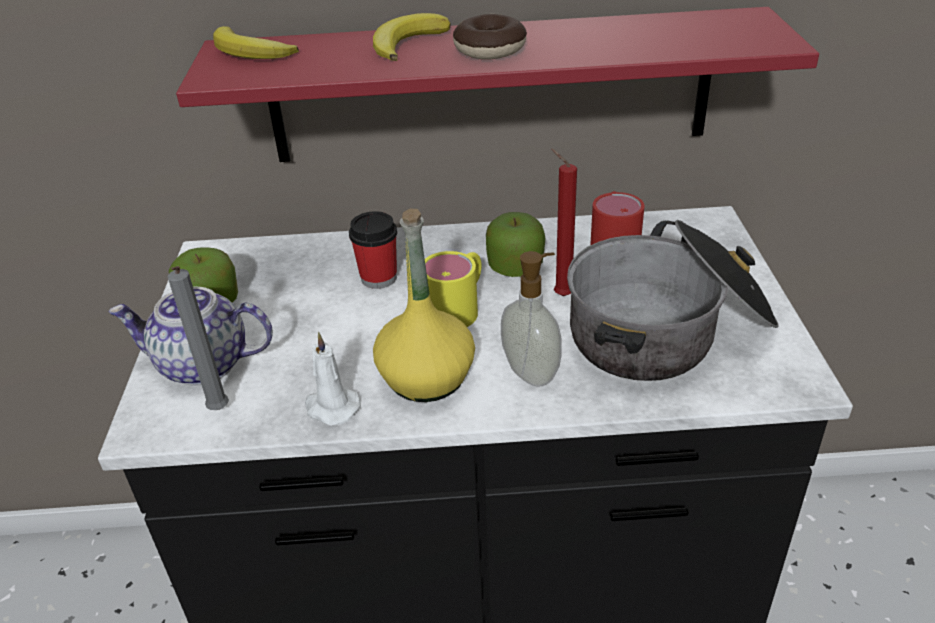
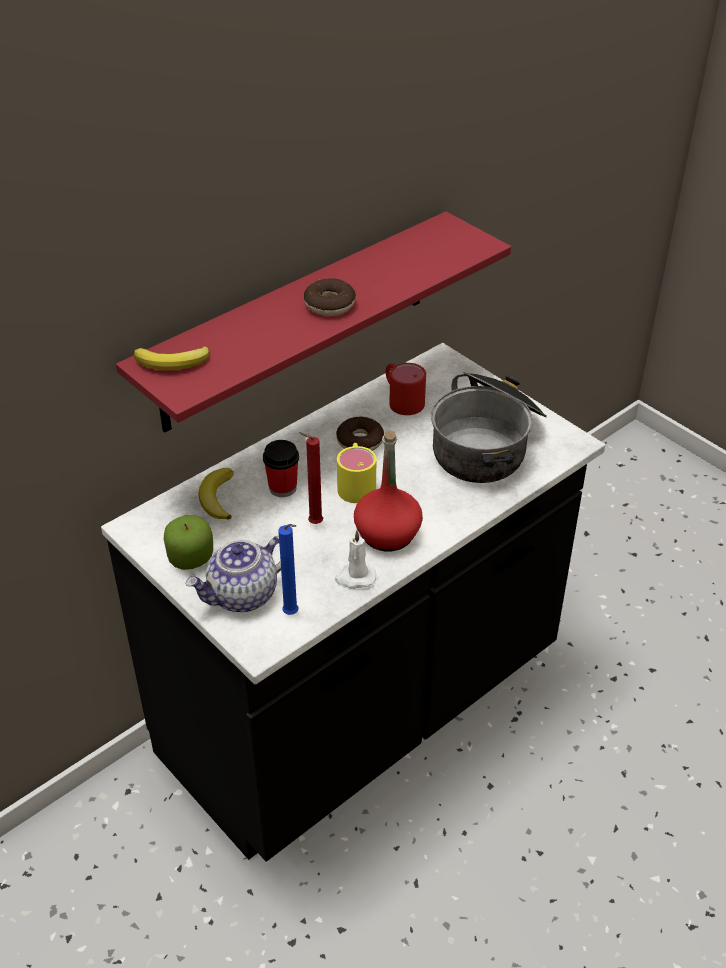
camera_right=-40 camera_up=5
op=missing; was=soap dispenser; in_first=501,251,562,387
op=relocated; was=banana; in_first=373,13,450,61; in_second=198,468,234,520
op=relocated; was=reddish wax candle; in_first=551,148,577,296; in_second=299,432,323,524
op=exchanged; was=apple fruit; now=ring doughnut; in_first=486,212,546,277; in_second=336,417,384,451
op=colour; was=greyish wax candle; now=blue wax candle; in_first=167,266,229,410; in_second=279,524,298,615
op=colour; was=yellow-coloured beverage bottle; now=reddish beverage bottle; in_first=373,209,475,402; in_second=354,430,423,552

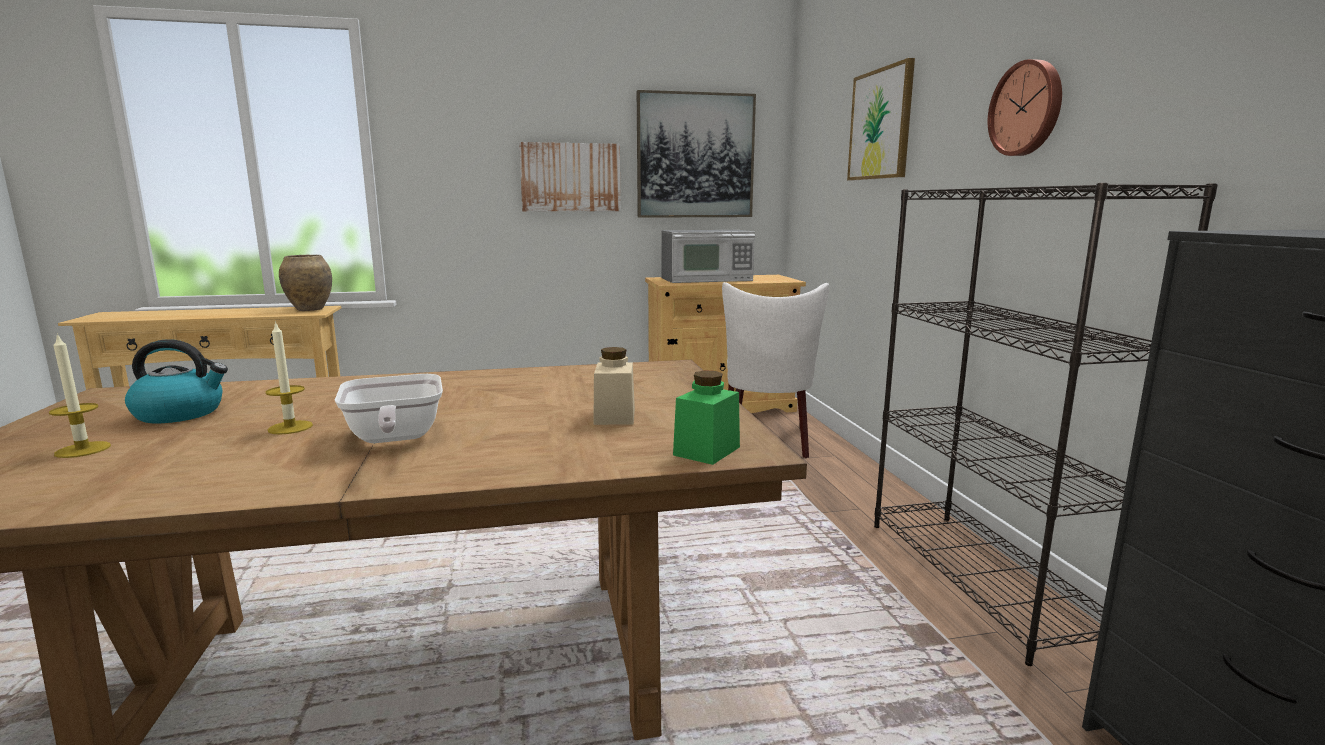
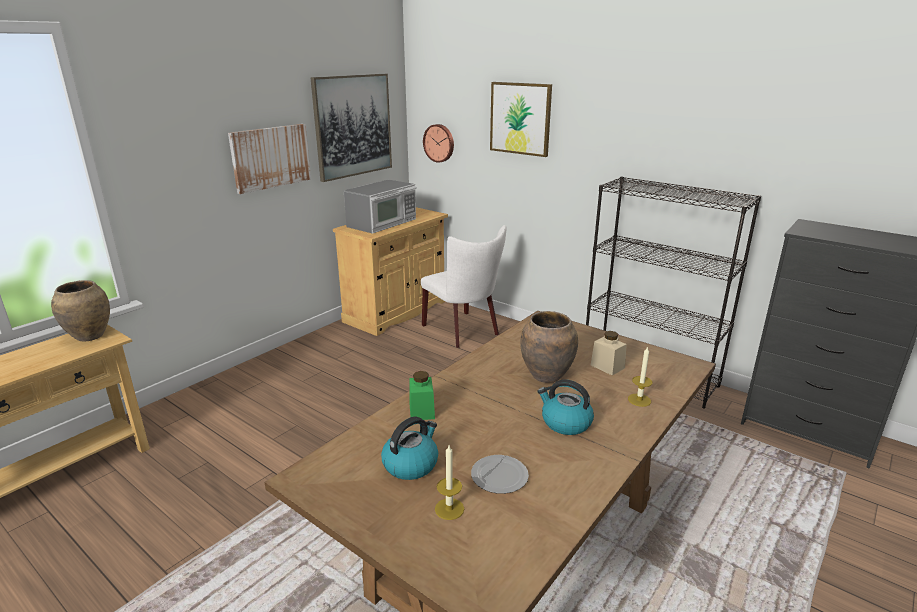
camera_right=-40 camera_up=10
op=appeared; now=dinner plate; in_second=471,455,529,494
op=appeared; now=brownish decorative vase; in_second=520,311,578,383
op=relocated; was=wax candle; in_first=265,321,313,435; in_second=628,346,652,407
op=relocated; was=green jar; in_first=673,370,740,465; in_second=409,371,435,420
op=relocated; was=hanging clock; in_first=988,59,1062,156; in_second=423,124,454,163
op=exchanged; was=frying pan; now=water kettle; in_first=335,374,443,443; in_second=537,380,594,435

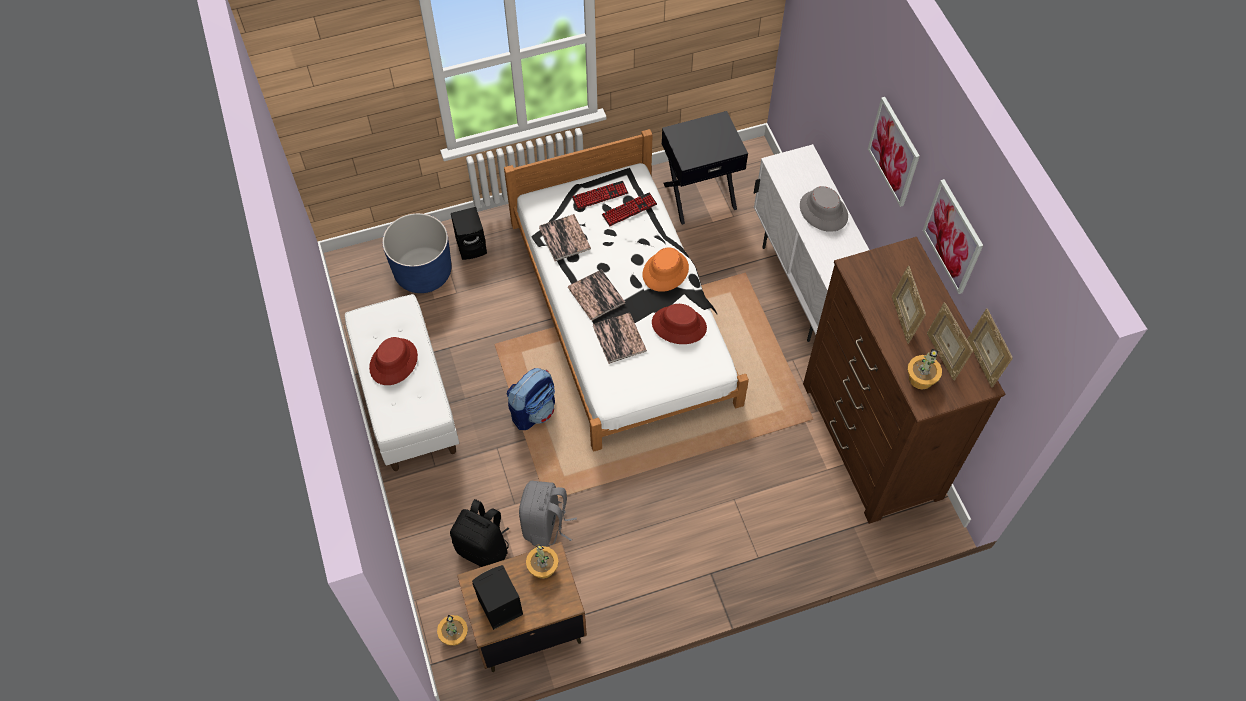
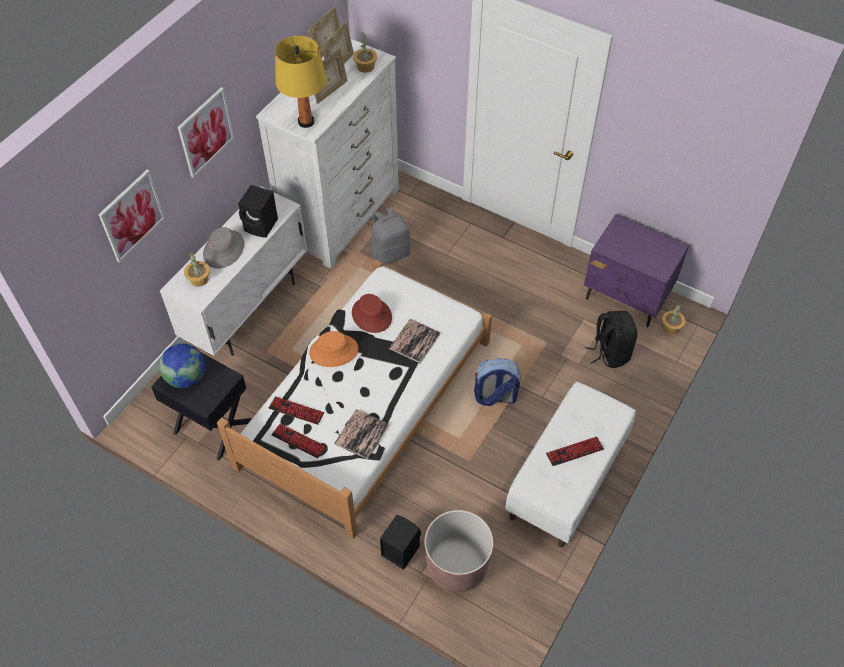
camera_right=-130 camera_up=-5
op=missing; was=book; in_first=568,269,625,321
op=appeared; now=world globe; in_second=159,343,205,388
op=appeared; now=yellow-coloured table lamp; in_second=275,36,326,128
op=relocated; was=blackish loudspeaker; in_first=472,565,523,630; in_second=238,185,278,238
op=relocated; was=greyish knapsack; in_first=519,481,577,547; in_second=371,206,410,266
op=relocated; was=potted plant; in_first=526,544,559,579; in_second=184,252,210,287
op=relocated; was=wall art; in_first=923,179,983,294; in_second=98,170,165,263
op=exchanged; was=reddish hat; now=computer keyboard; in_first=369,337,418,385; in_second=546,437,604,466
op=colour; was=blue plant pot; now=brownish plant pot; in_first=382,213,451,293; in_second=425,510,493,592
op=colour; was=brownish nightstand; now=purple-coloured nightstand; in_first=457,542,587,672; in_second=584,214,689,328
op=colour; was=brownish dresser; now=white dresser; in_first=803,237,1005,524; in_second=256,39,399,269

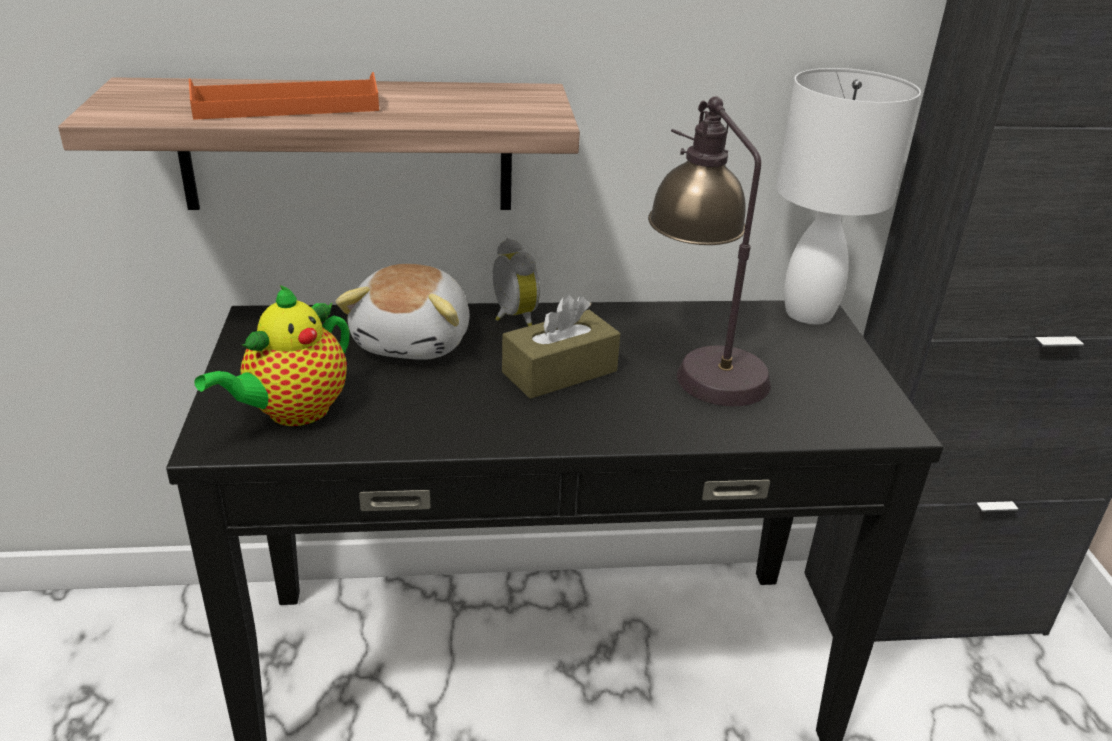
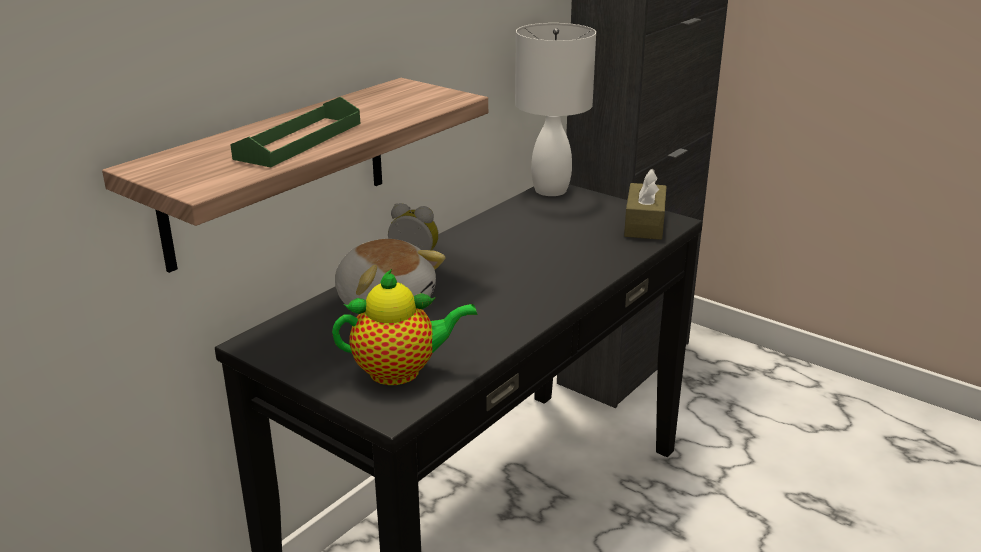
camera_right=-45 camera_up=-5
op=missing; was=table lamp; in_first=648,96,771,406
op=relocated; was=brownish tissue holder; in_first=502,295,620,399; in_second=624,169,667,240
op=colour; was=orange-coloured tray; now=green tray; in_first=189,72,379,120; in_second=230,97,360,167
op=spun; was=tea pot; in_first=194,285,349,426; in_second=332,269,478,385; clockwise=-90

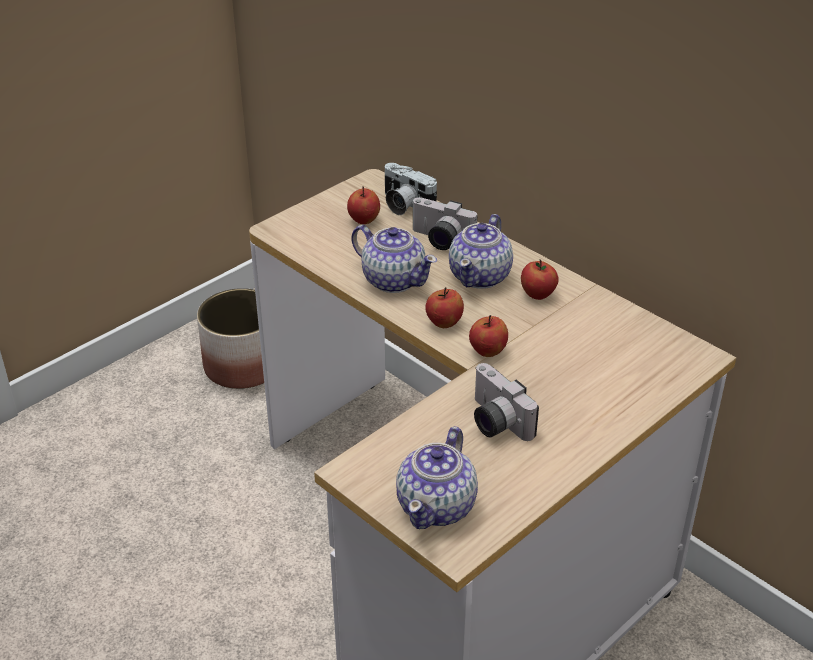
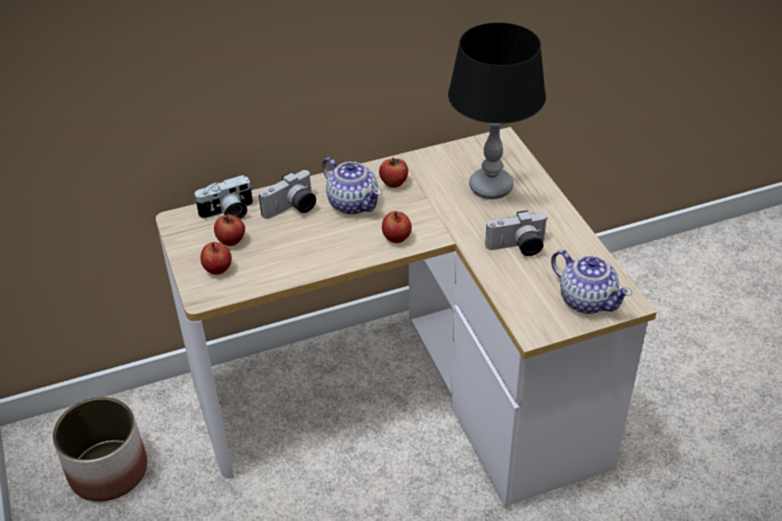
camera_right=-65 camera_up=5
op=missing; was=tea pot; in_first=351,225,437,293
op=appeared; now=blackish table lamp; in_second=448,22,546,199
op=relocated; was=apple fruit; in_first=469,315,508,357; in_second=200,242,232,275

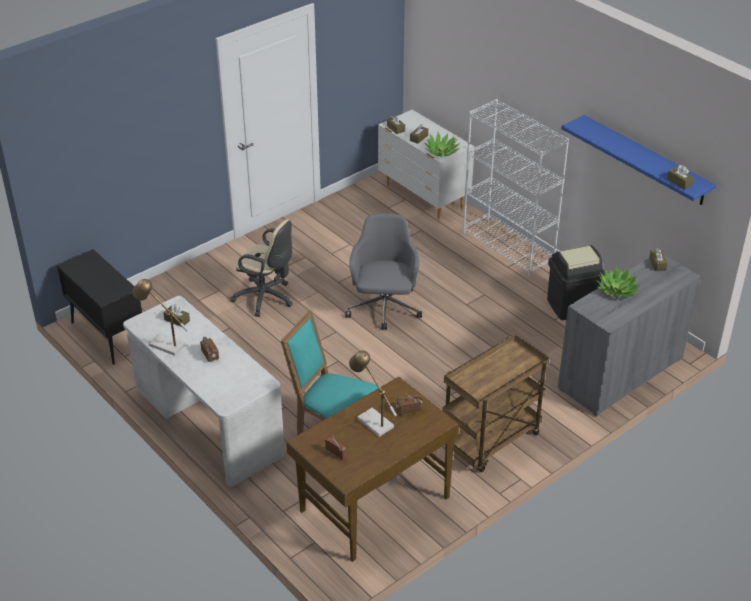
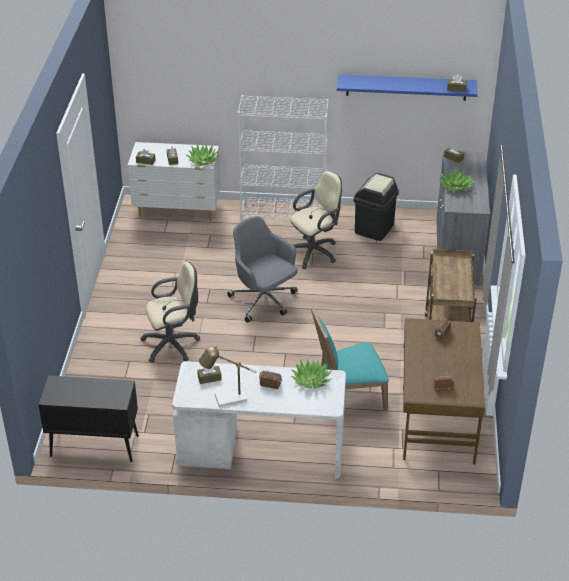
camera_right=-45 camera_up=0
op=missing; was=table lamp; in_first=349,350,397,437
op=appeared; now=sand-coloured office chair; in_second=290,171,342,269
op=appeared; now=potted plant; in_second=291,360,332,388

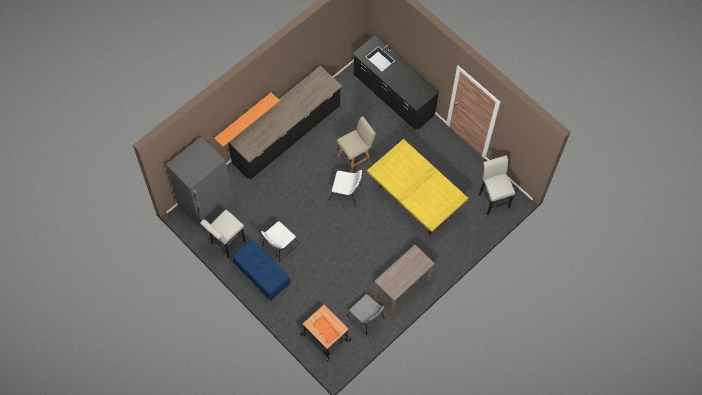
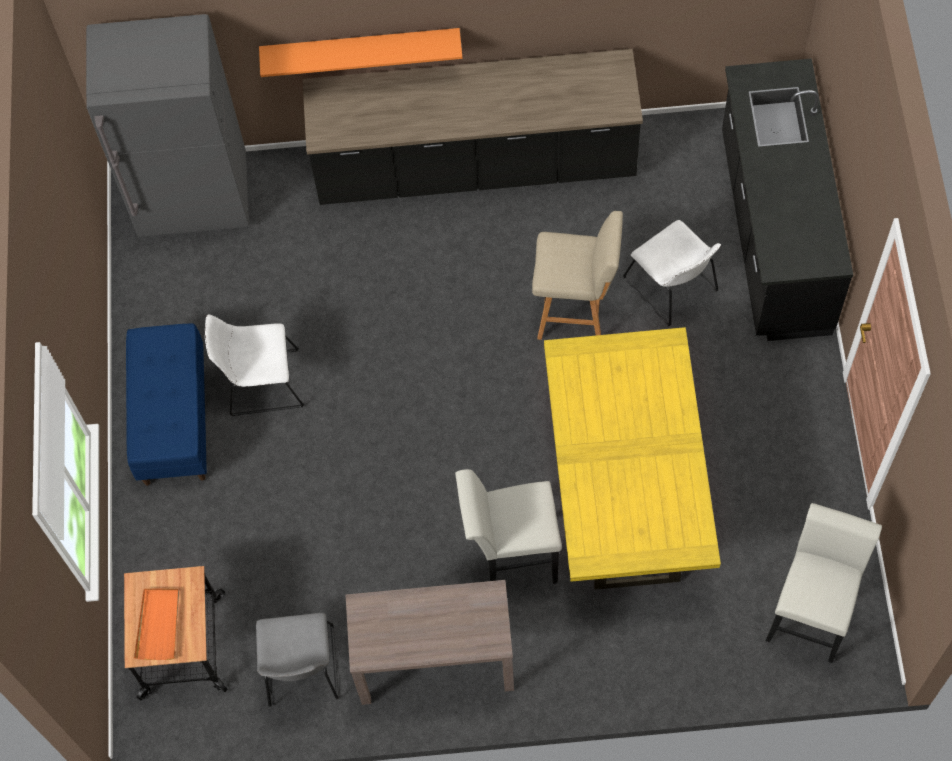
camera_right=45 camera_up=0
op=relocated; was=white stool; in_first=200,210,246,258; in_second=455,469,562,584
op=relocated; was=white chair; in_first=329,170,362,206; in_second=623,220,721,326

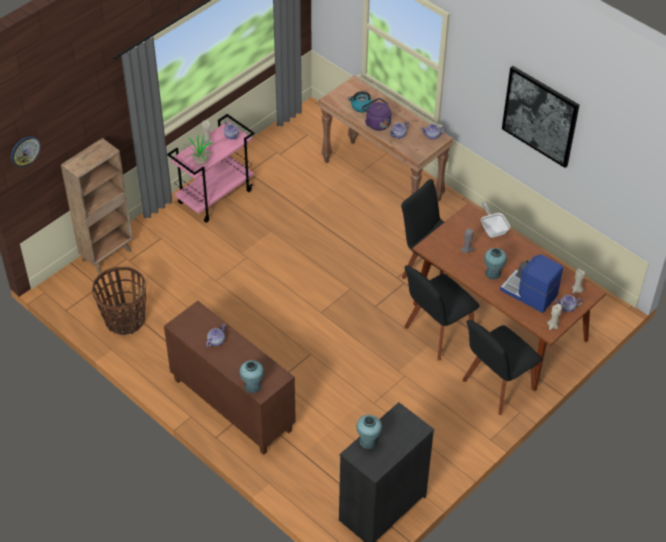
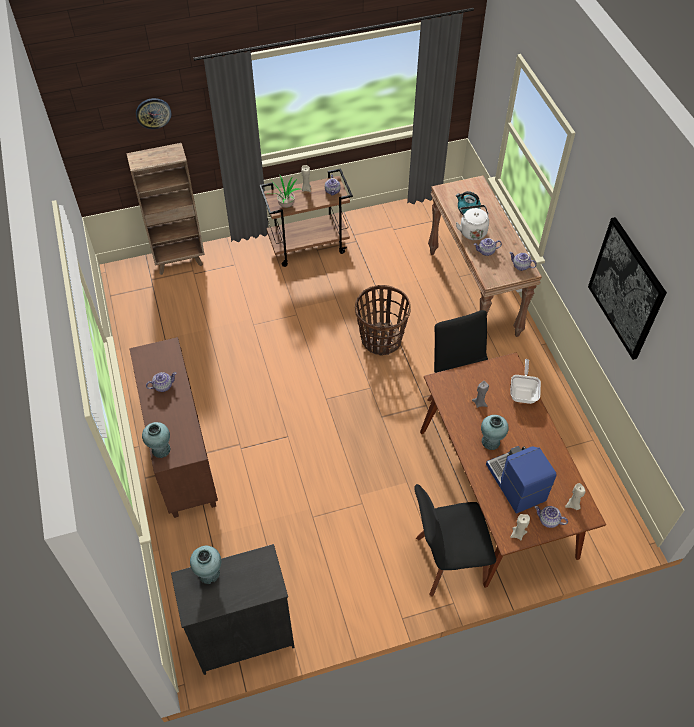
camera_right=30 camera_up=5
op=missing; was=blackish chair; in_first=404,265,479,361
op=relocated; was=hanging clock; in_first=11,136,40,167; in_second=136,98,172,129
op=relocated; was=storage basket; in_first=92,266,146,335; in_second=355,285,411,356
op=colour; was=pink-coloured trolley; now=brownish trolley; in_first=167,114,255,223; in_second=259,168,353,267
op=colour; was=purple-coloured water kettle; now=white water kettle; in_first=362,98,391,131; in_second=456,205,489,240

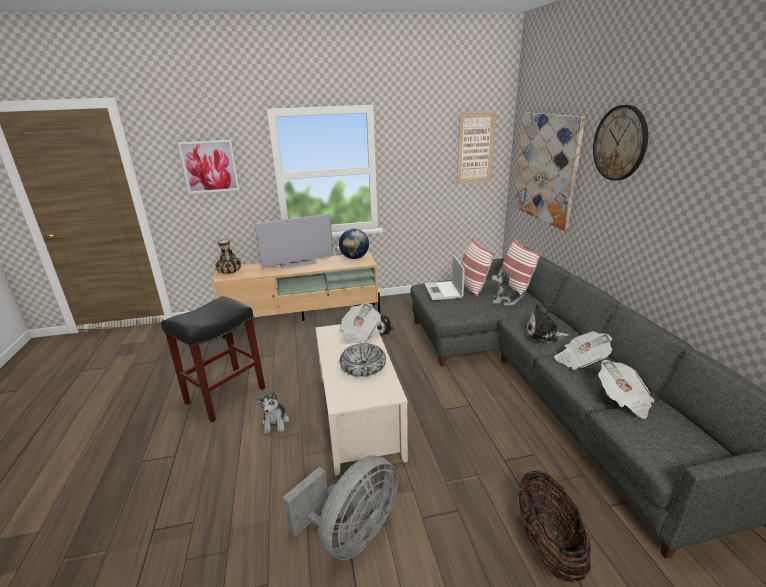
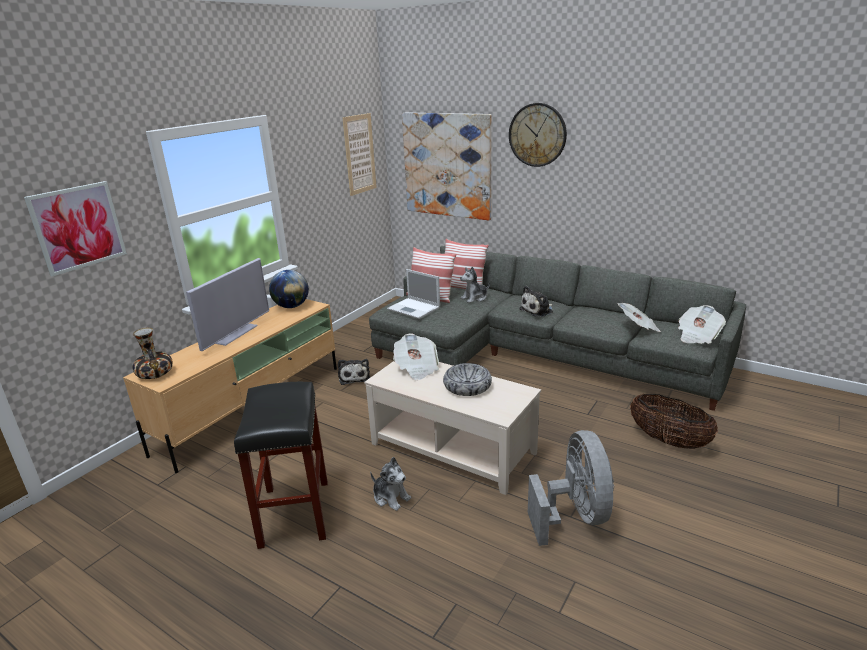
camera_right=-45 camera_up=0
op=relocated; was=newspaper; in_first=554,331,612,370; in_second=678,305,726,344

